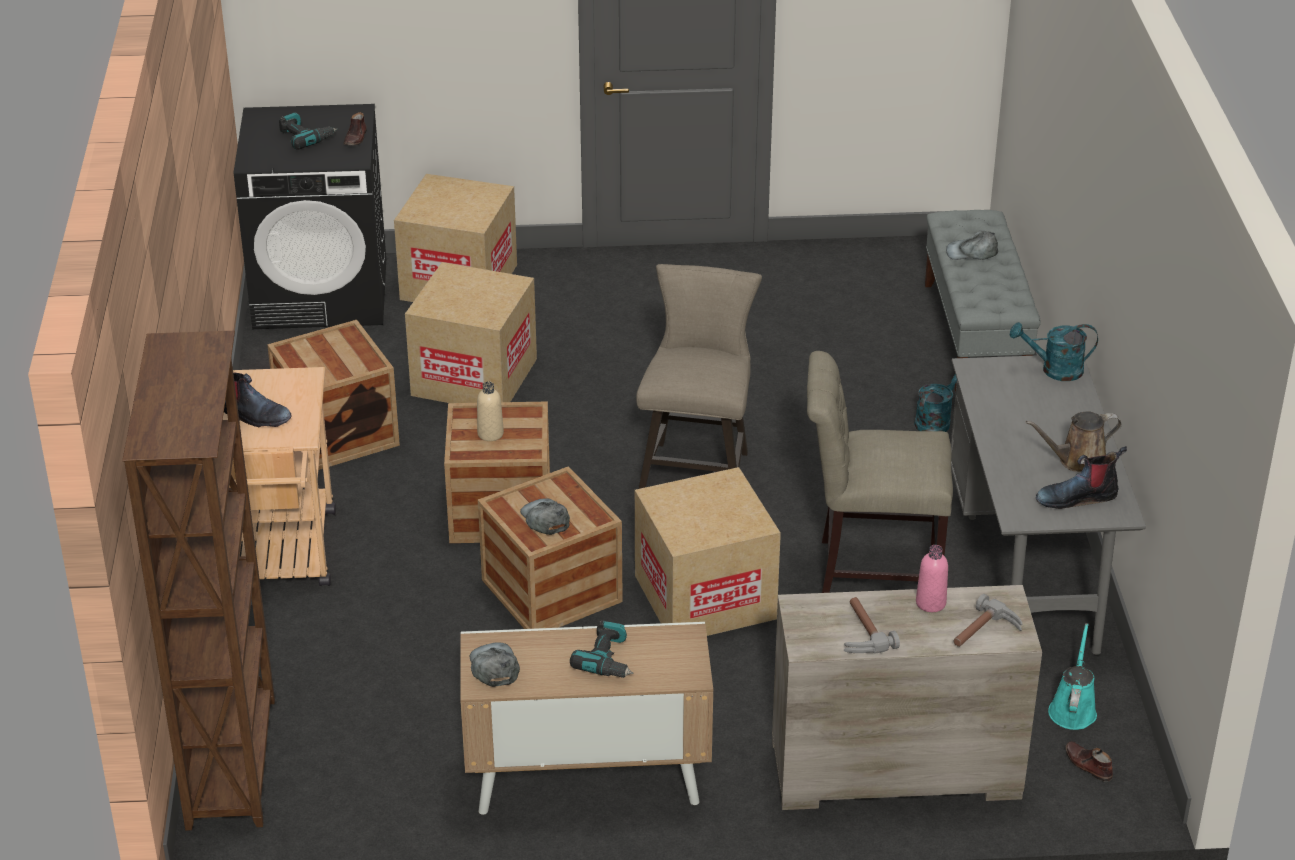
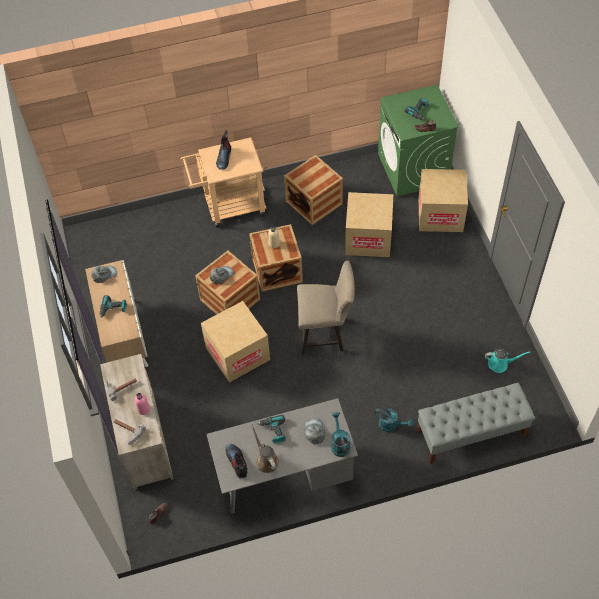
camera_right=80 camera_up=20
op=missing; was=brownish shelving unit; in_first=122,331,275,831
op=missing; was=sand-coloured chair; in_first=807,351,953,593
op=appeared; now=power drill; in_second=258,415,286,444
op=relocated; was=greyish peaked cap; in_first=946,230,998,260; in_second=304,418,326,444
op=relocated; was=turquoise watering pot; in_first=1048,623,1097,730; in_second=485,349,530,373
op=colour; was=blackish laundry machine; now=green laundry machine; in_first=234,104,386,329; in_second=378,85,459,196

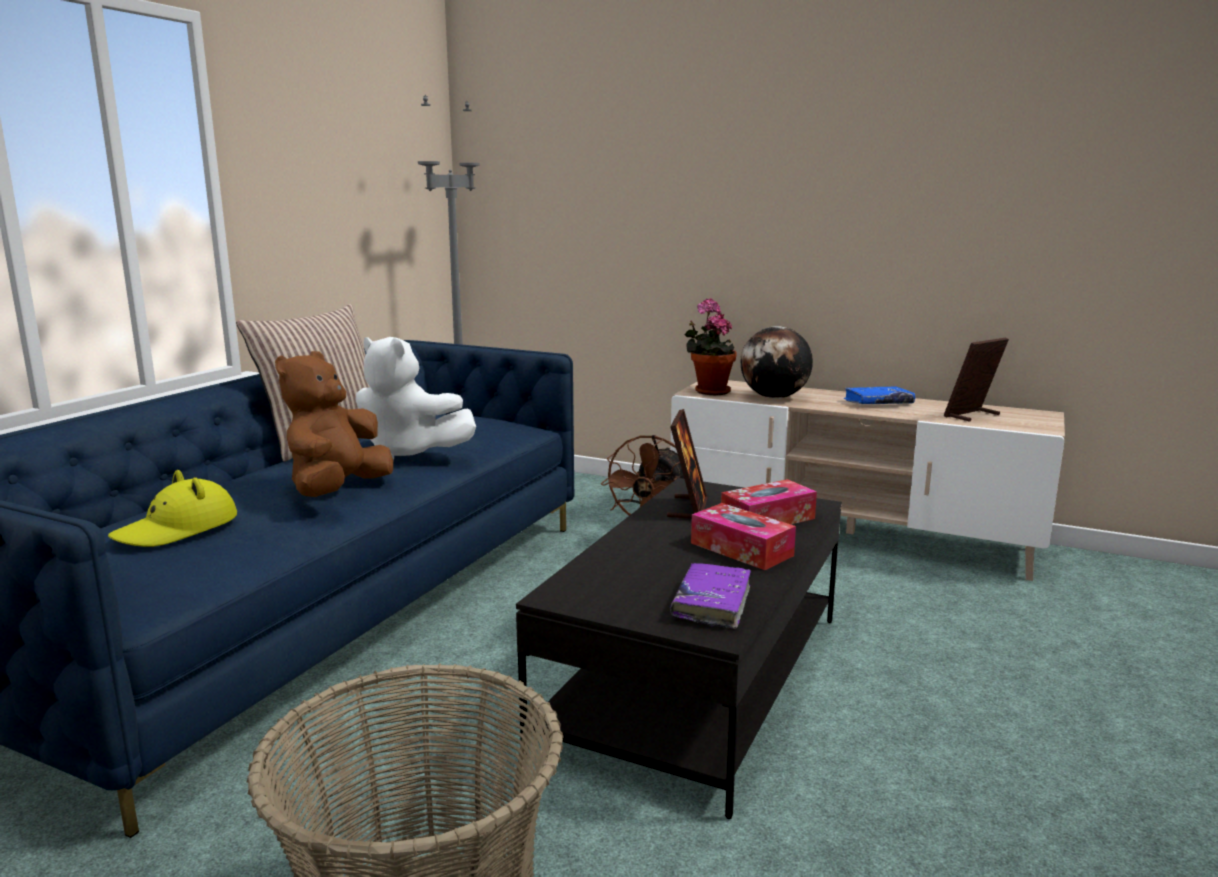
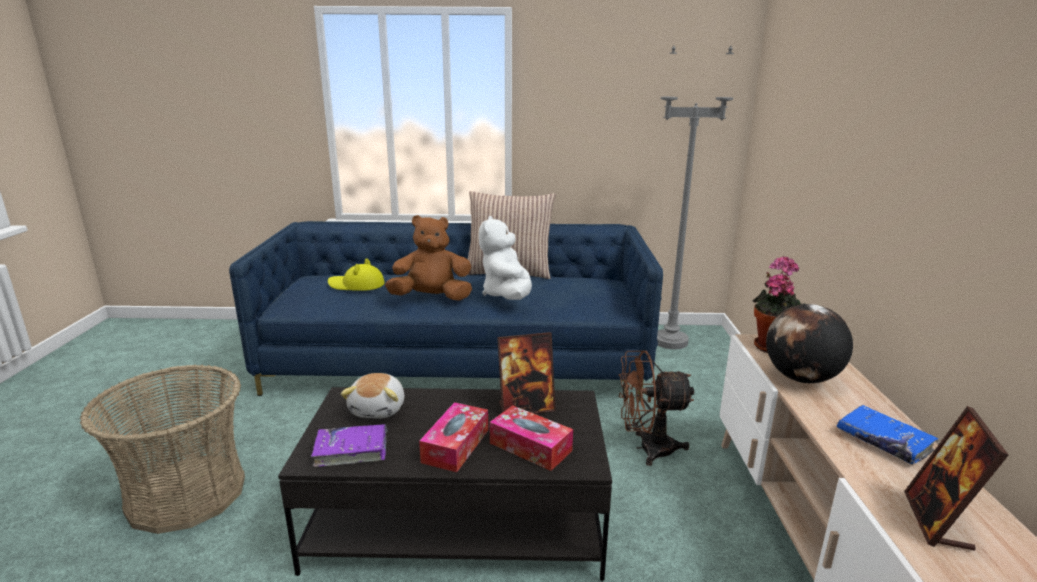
camera_right=65 camera_up=5
op=appeared; now=cuddly toy; in_second=340,373,404,418
op=spun; was=picture frame; in_first=943,338,1009,422; in_second=904,406,1009,551; clockwise=-105

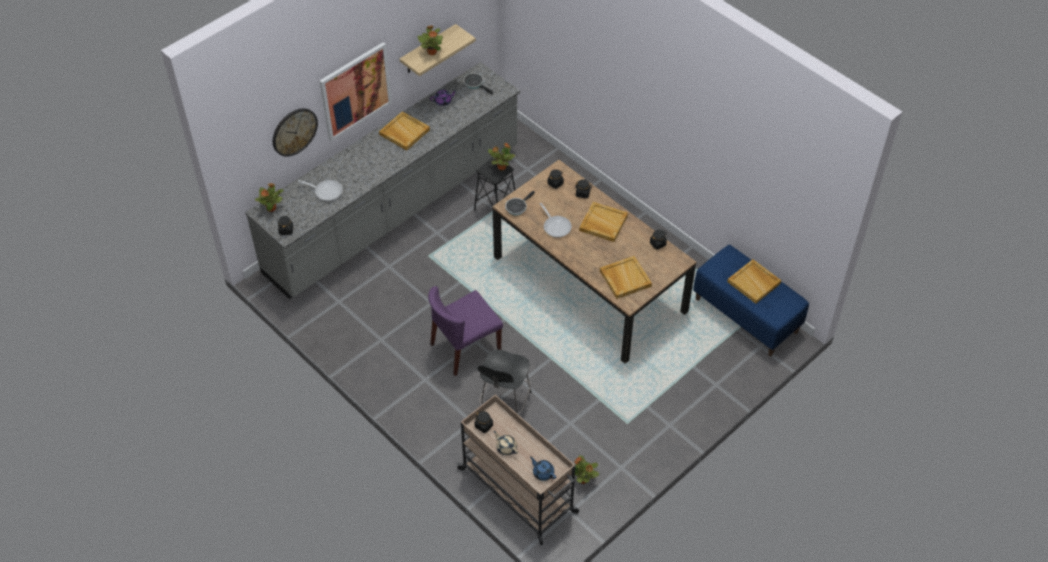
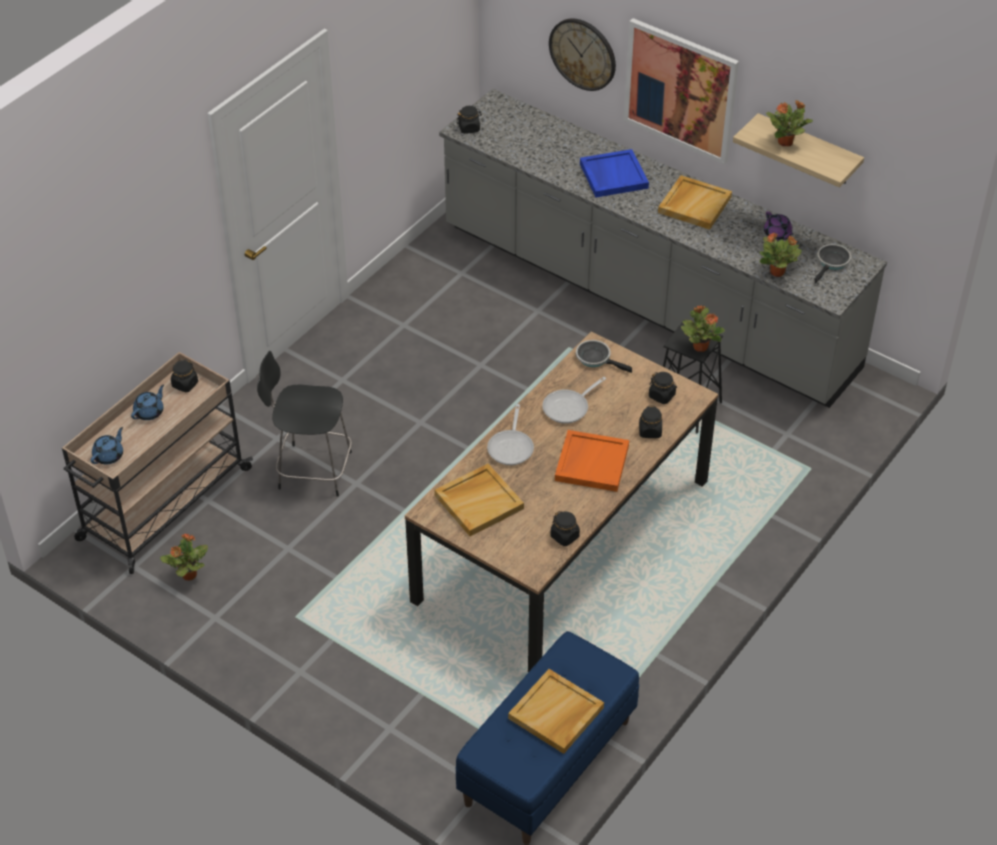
camera_right=80 camera_up=-5
op=missing; was=purple-coloured chair; in_first=428,286,503,376
op=appeared; now=blue tray; in_second=580,149,649,197
op=relocated; was=potted plant; in_first=255,183,284,212; in_second=760,233,802,277
op=relocated; was=frying pan; in_first=298,180,343,201; in_second=487,404,534,465
op=colour; was=sand-coloured tea pot; now=blue tea pot; in_first=494,431,518,455; in_second=131,384,164,420
op=colour; was=sand-coloured tray; now=orange-coloured tray; in_first=579,202,628,242; in_second=555,430,629,492

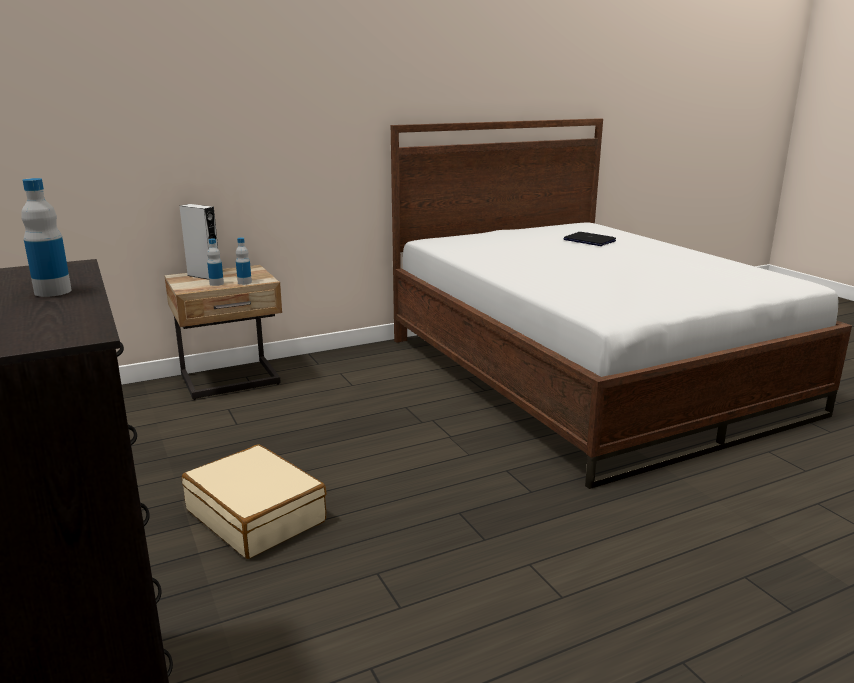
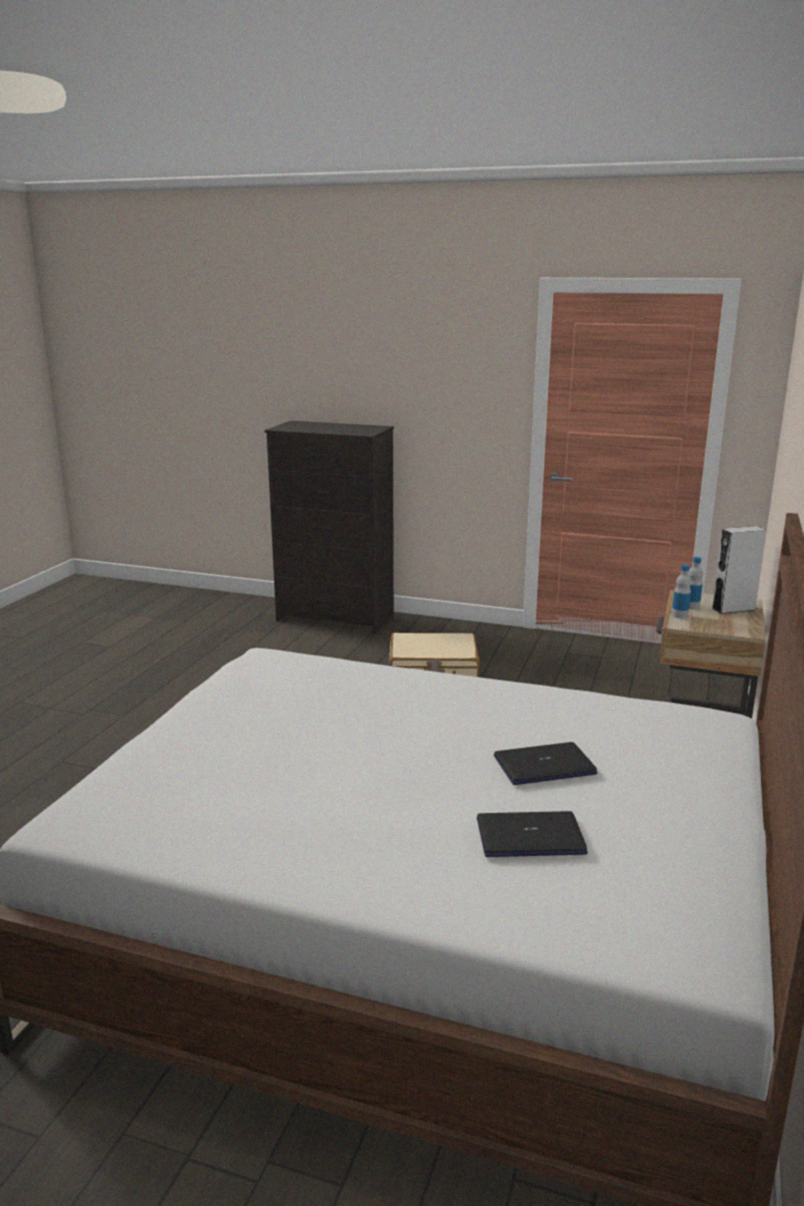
camera_right=135 camera_up=0
op=missing; was=beverage bottle; in_first=21,178,72,297
op=appeared; now=laptop; in_second=494,742,598,785

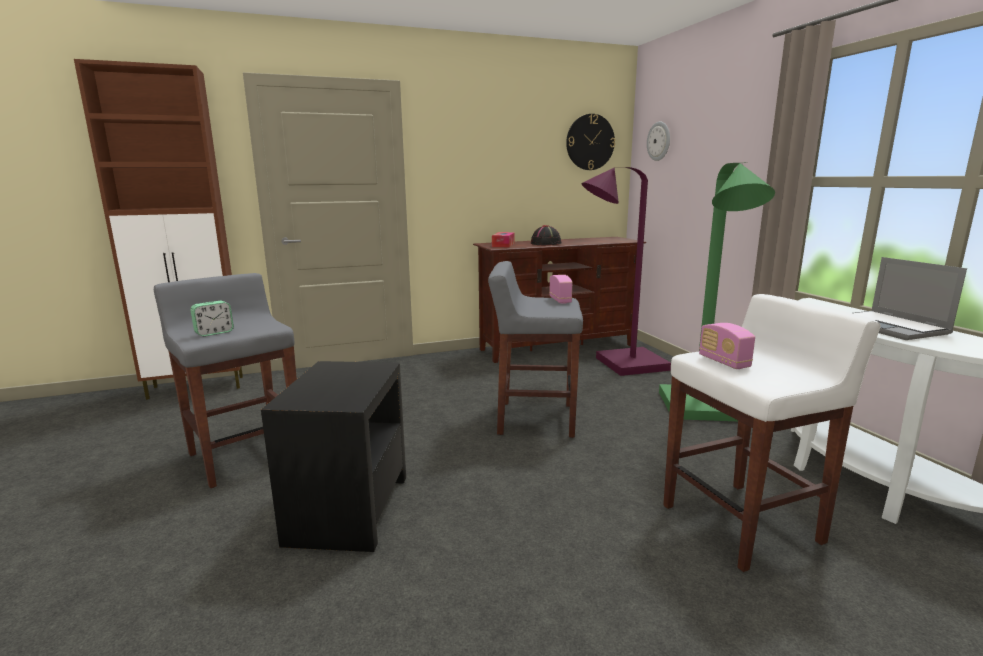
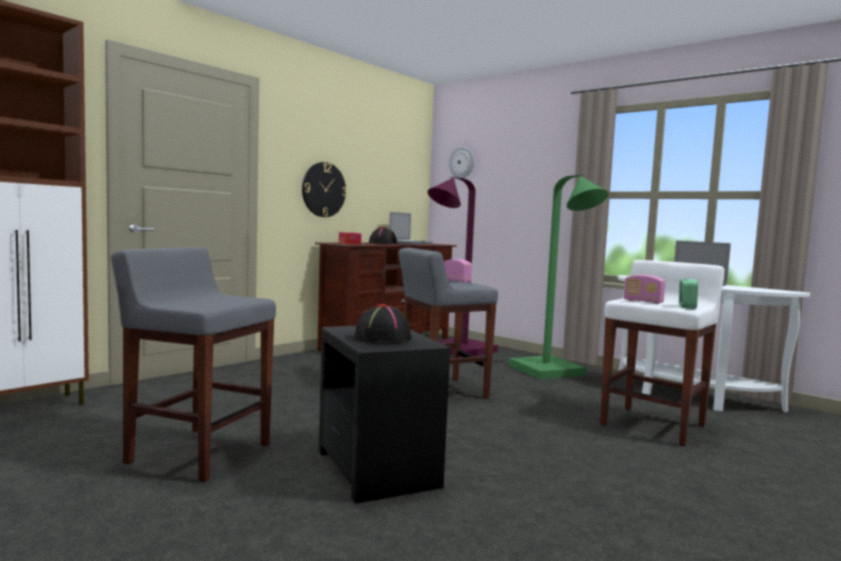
camera_right=-30 camera_up=-10
op=appeared; now=blackish hat; in_second=354,304,412,343
op=appeared; now=laptop; in_second=389,212,433,245
op=relocated; was=table clock; in_first=190,301,234,337; in_second=679,279,698,309
op=relocated; was=hanging clock; in_first=566,114,615,170; in_second=302,162,347,217

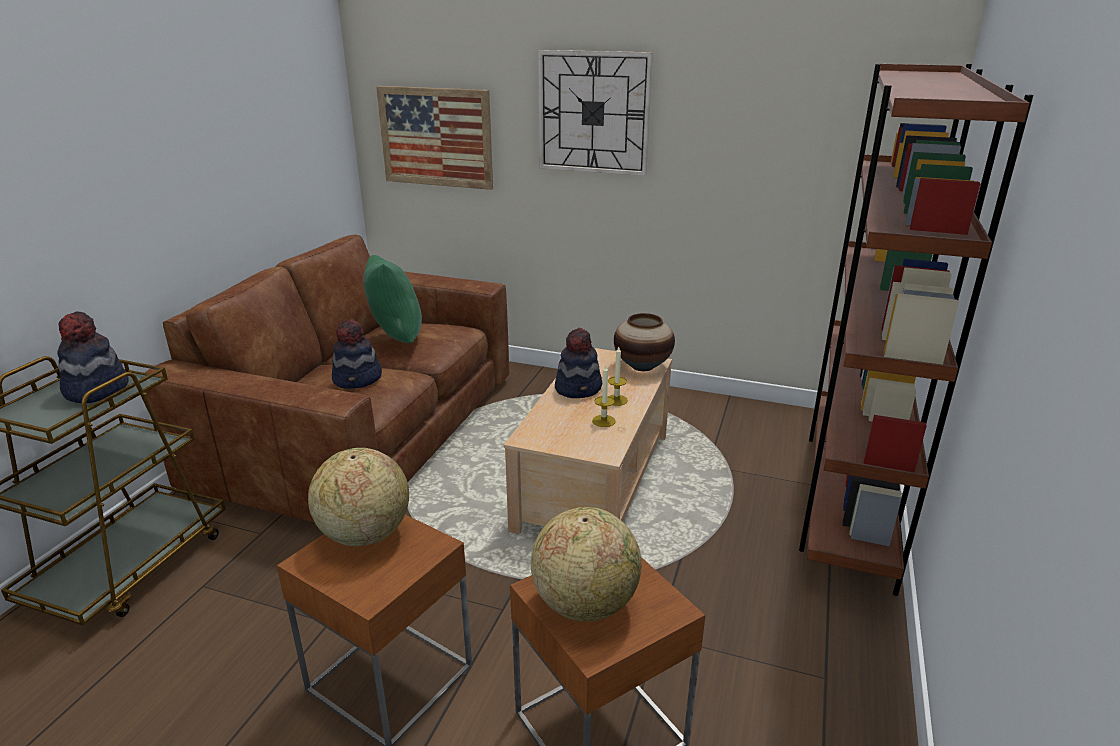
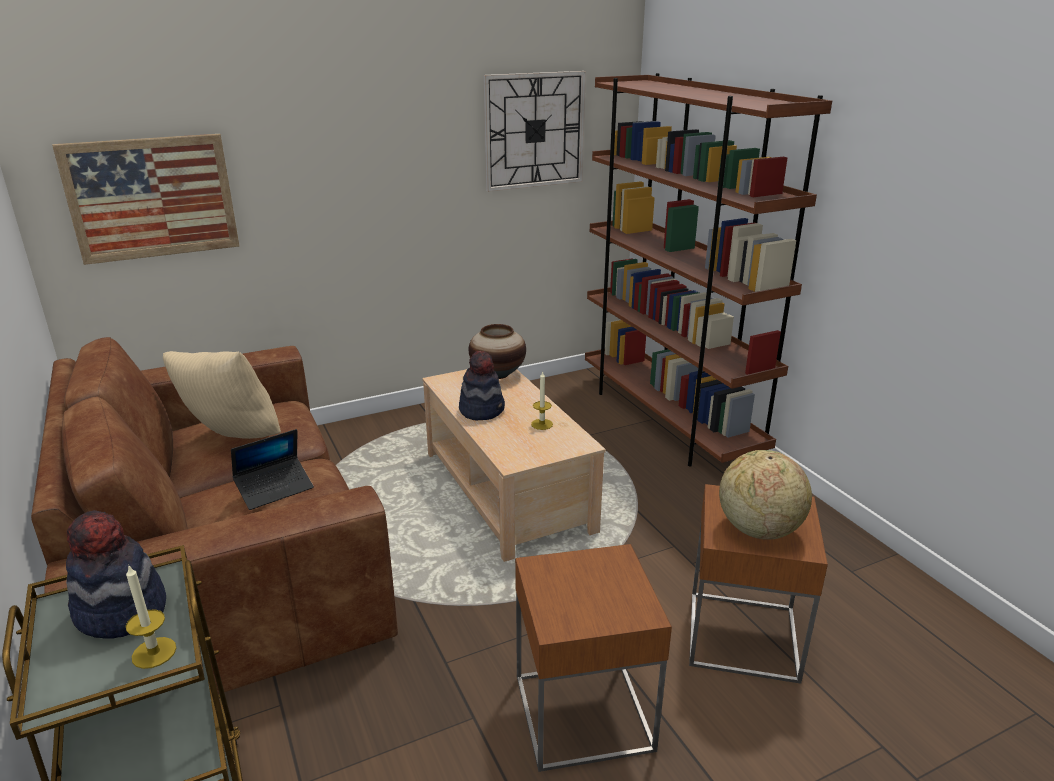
camera_right=-45 camera_up=0
op=missing; was=world globe; in_first=308,448,409,546
op=relocated; was=hanging clock; in_first=538,50,653,176; in_second=483,71,586,192
op=relocated; was=wax candle; in_first=608,347,628,406; in_second=126,564,176,669
op=exchanged; was=hat; now=laptop; in_first=332,319,382,389; in_second=231,429,314,510
op=colour; was=green pillow; now=sand-coloured pillow; in_first=363,255,422,343; in_second=163,351,281,439

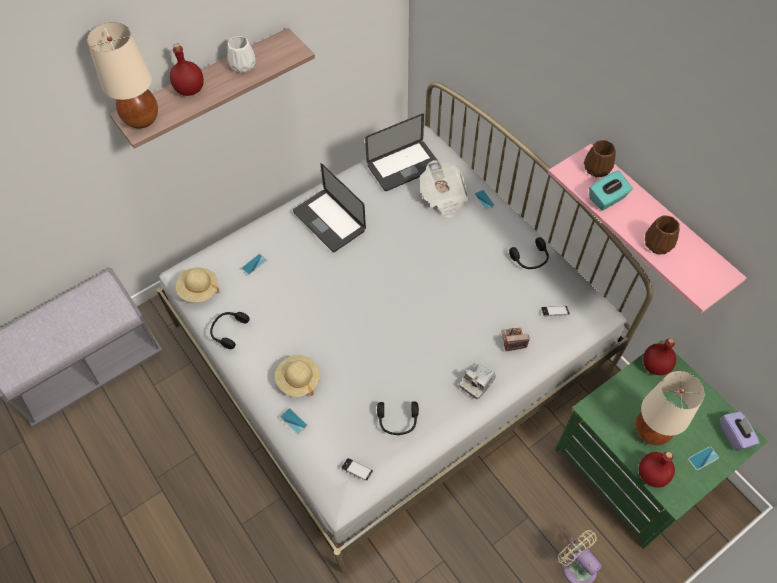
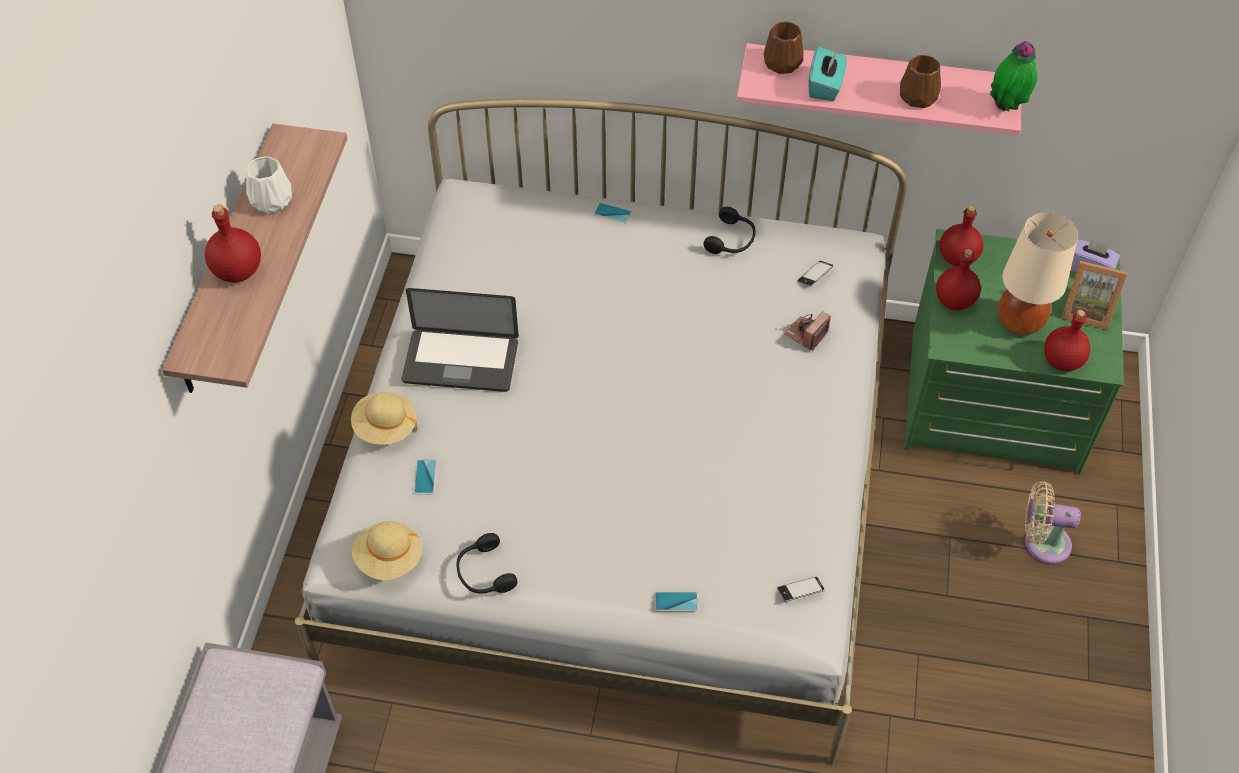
camera_right=-45 camera_up=-5
op=missing; was=sand-coloured table lamp; in_first=87,22,158,129
op=missing; was=laptop; in_first=365,113,439,191
op=missing; was=blackish pair of headphones; in_first=377,402,419,435
op=missing; was=newspaper; in_first=419,160,469,218
op=missing; was=photo camera; in_first=460,364,496,399
op=appeared; now=reddish beverage bottle; in_second=936,249,981,311
op=appeared; now=potted plant; in_second=990,41,1037,111
op=relocated; was=sand-coloured hat; in_first=275,355,320,397; in_second=351,392,418,445
op=exchanged; was=telephone; now=picture frame; in_first=688,446,719,470; in_second=1062,261,1127,330

